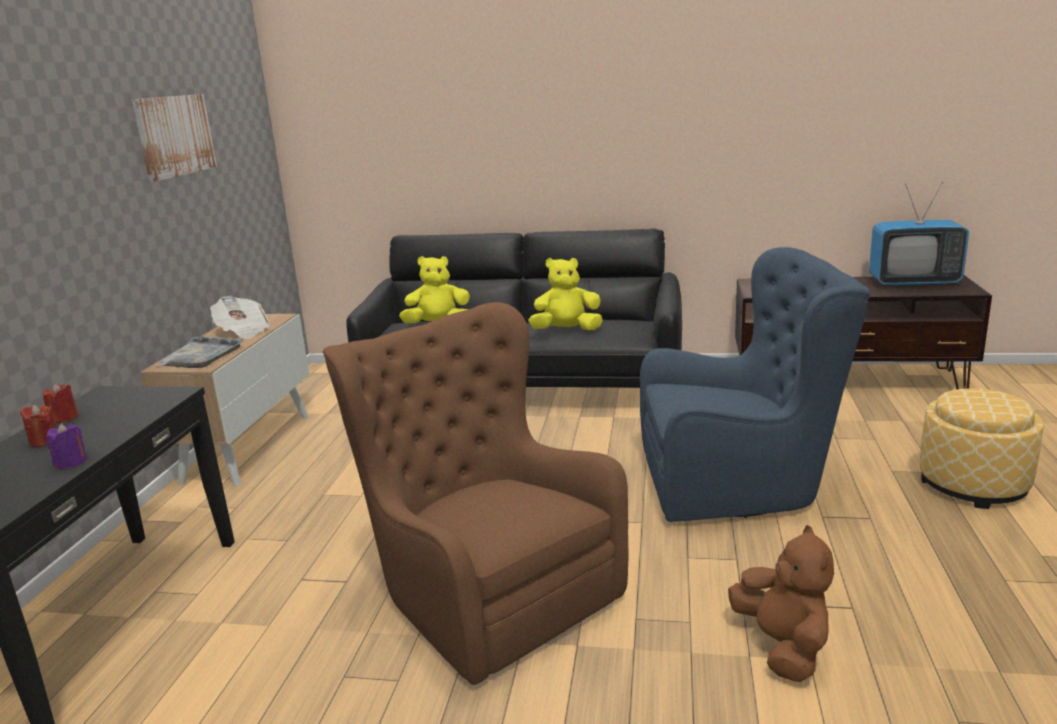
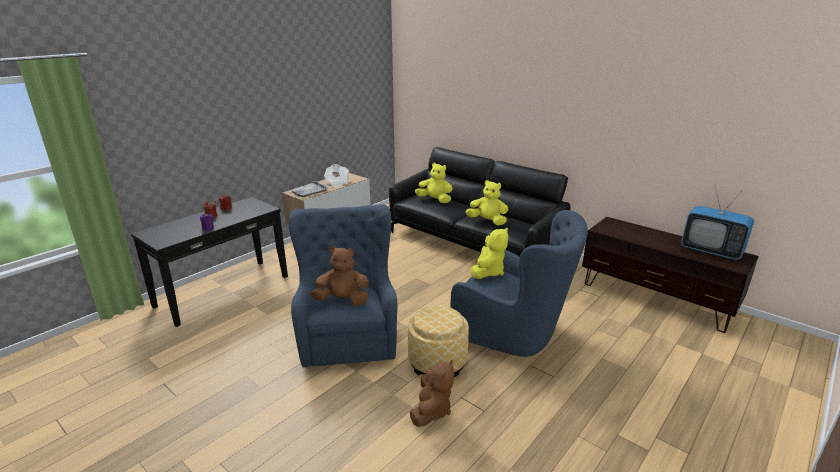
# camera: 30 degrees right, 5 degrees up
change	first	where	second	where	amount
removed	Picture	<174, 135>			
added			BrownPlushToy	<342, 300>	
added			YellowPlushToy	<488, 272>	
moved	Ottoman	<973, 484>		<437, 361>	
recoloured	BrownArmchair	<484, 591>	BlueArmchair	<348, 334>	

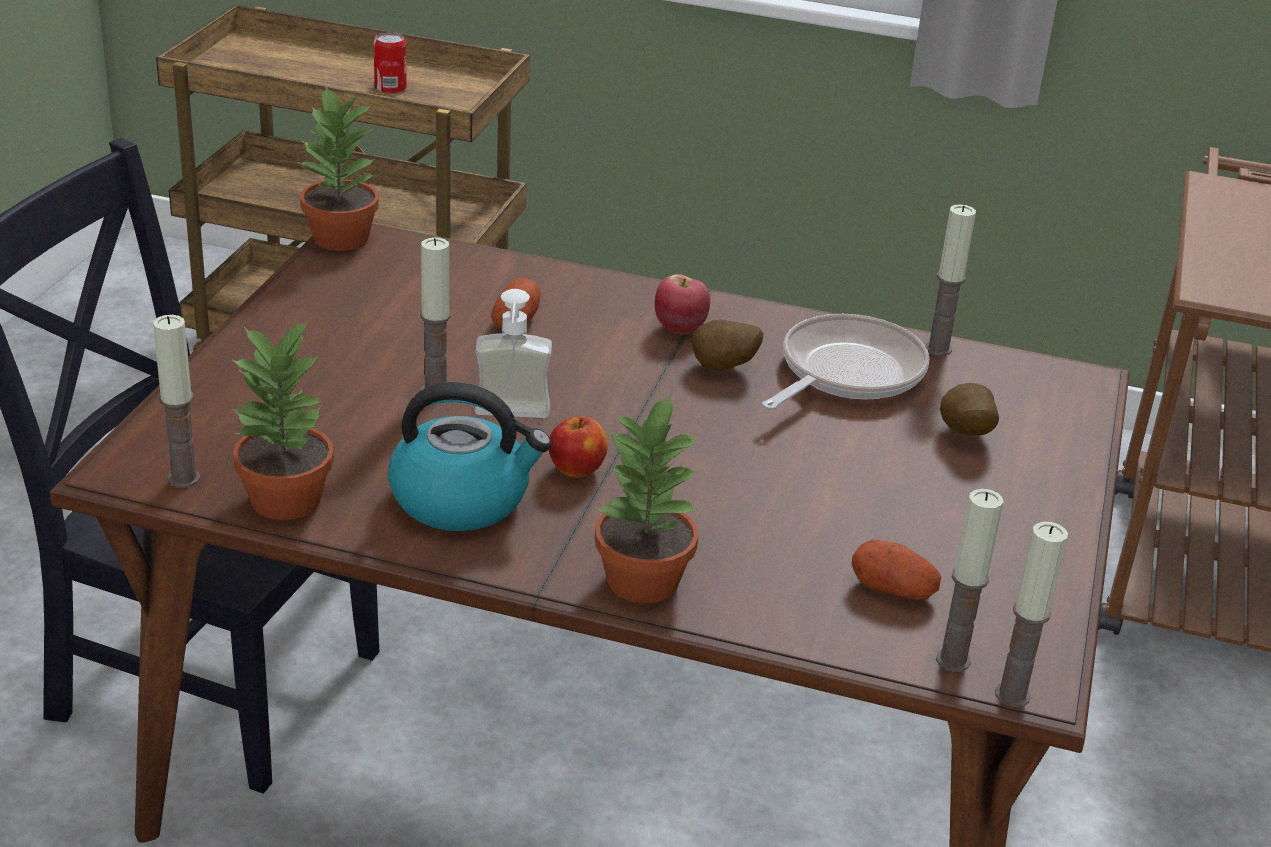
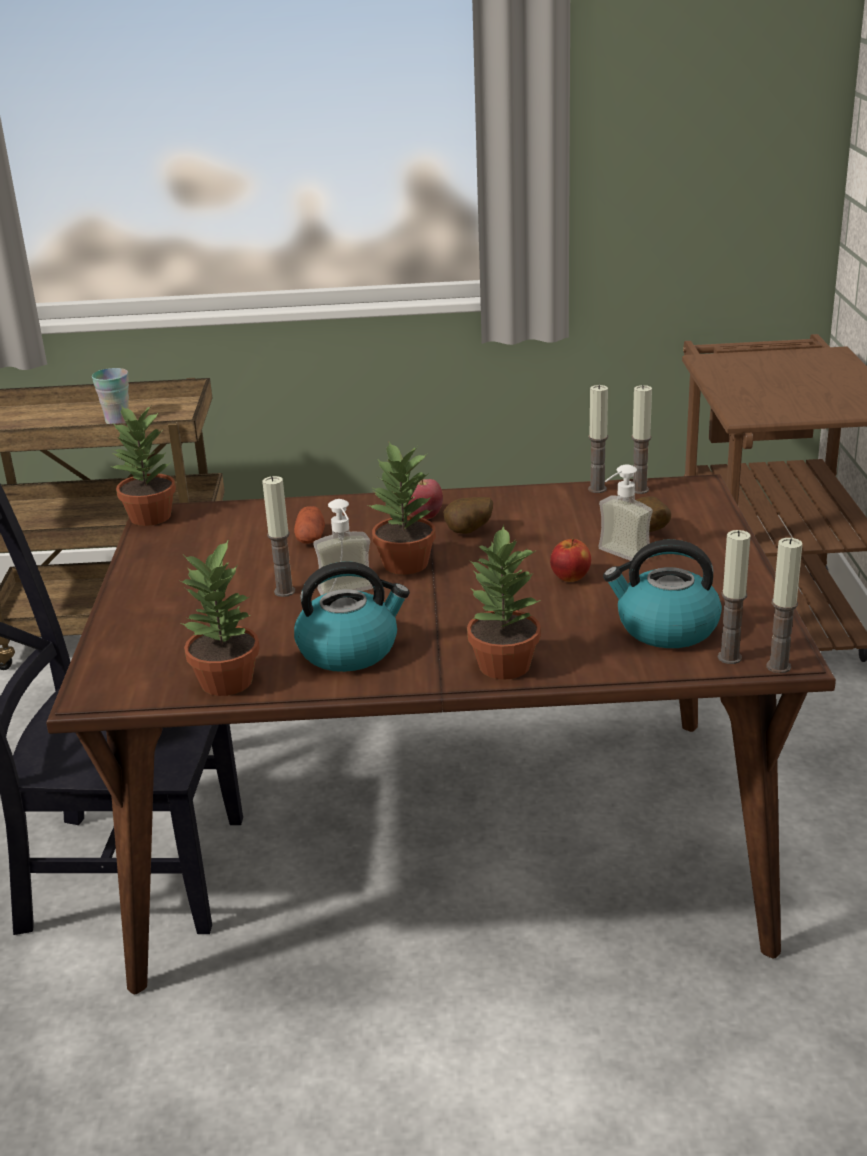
# camera: 15 degrees left, 5 degrees down
change	first	where	second	where	amount
removed	FryingPan	<846, 373>			
added			PottedPlant	<405, 565>	
added			SoapDispenser	<617, 557>	
moved	Candle	<184, 478>		<639, 490>	
moved	Apple	<576, 470>		<570, 577>	
replaced	Can	<390, 88>	Cup	<117, 421>	
replaced	Potato	<893, 589>	Kettle	<665, 628>	

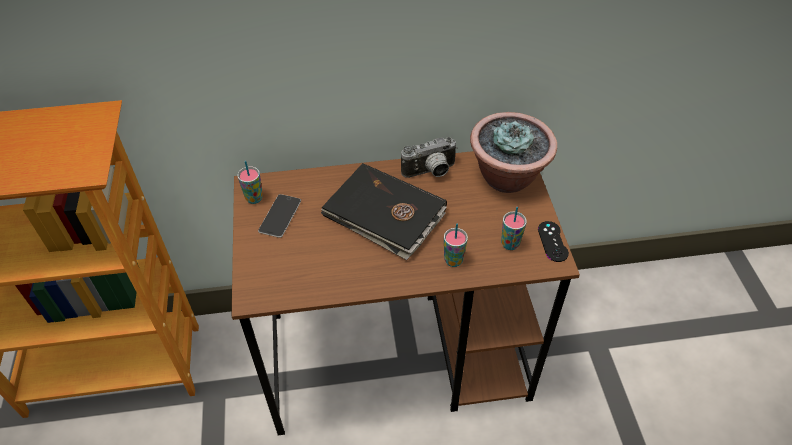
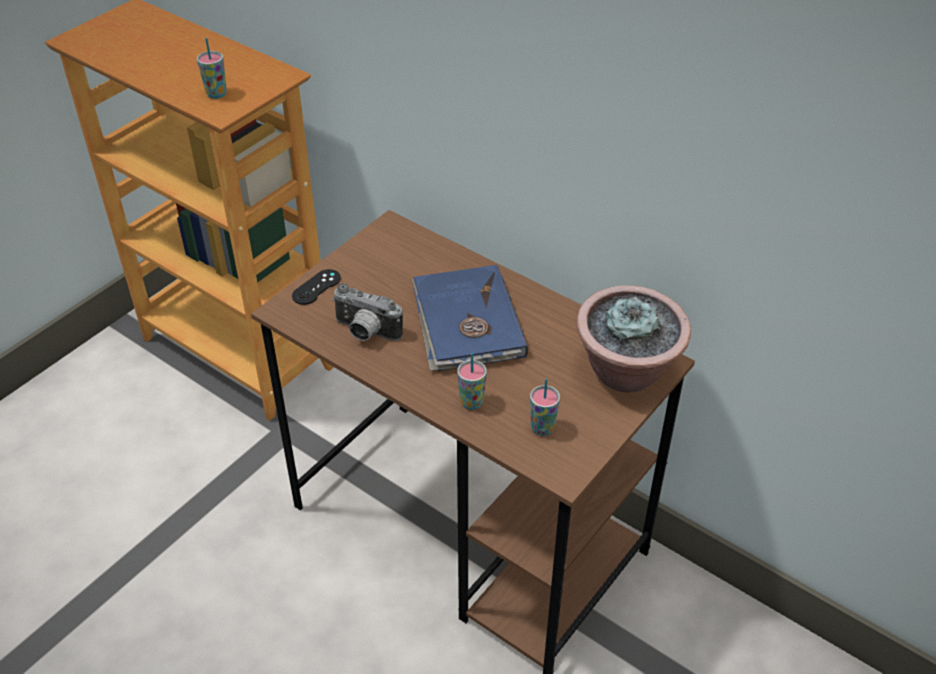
# camera: 45 degrees right, 5 degrees down
change	first	where	second	where	amount
removed	Phone	<280, 216>			
moved	Cup	<254, 198>		<216, 94>	
moved	PhotoCamera	<430, 172>		<365, 333>	
moved	BlackGameController	<552, 241>		<316, 287>	
recoloured	BlackBook	<384, 214>	BlueBook	<466, 323>	

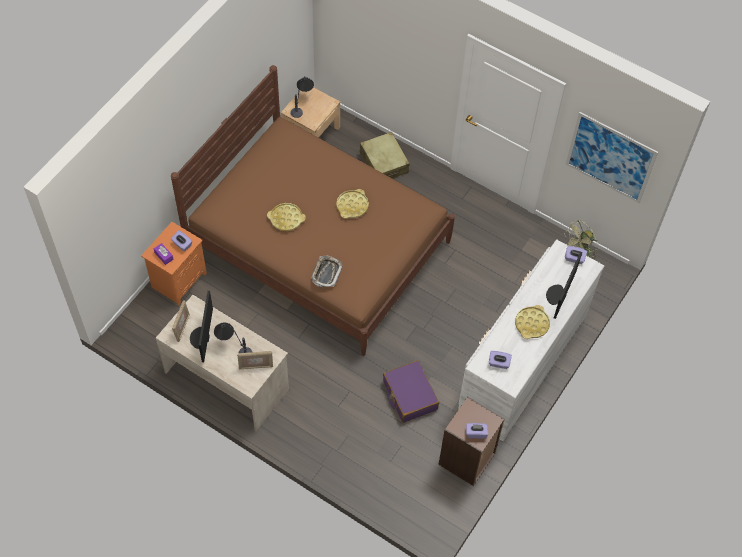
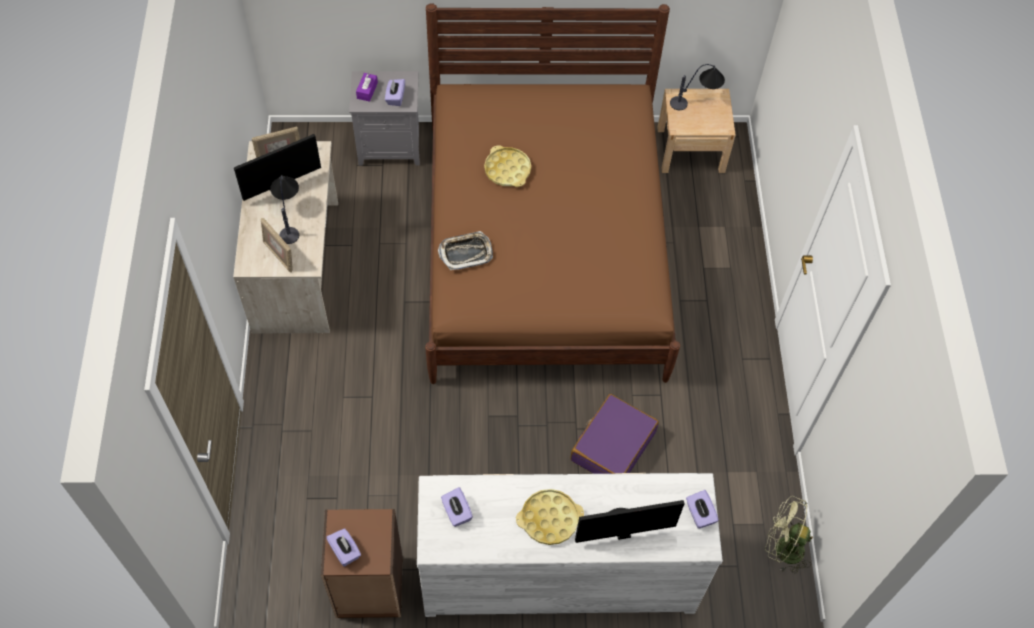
# camera: 55 degrees right, 0 degrees up
change	first	where	second	where	amount
removed	YellowTray	<352, 206>			
removed	BeigeSuitcase	<384, 162>			
removed	Picture	<610, 157>			
moved	PurpleSuitcase	<409, 395>		<612, 446>	
recoloured	OrangeNightstand	<178, 279>	GreyNightstand	<391, 146>	

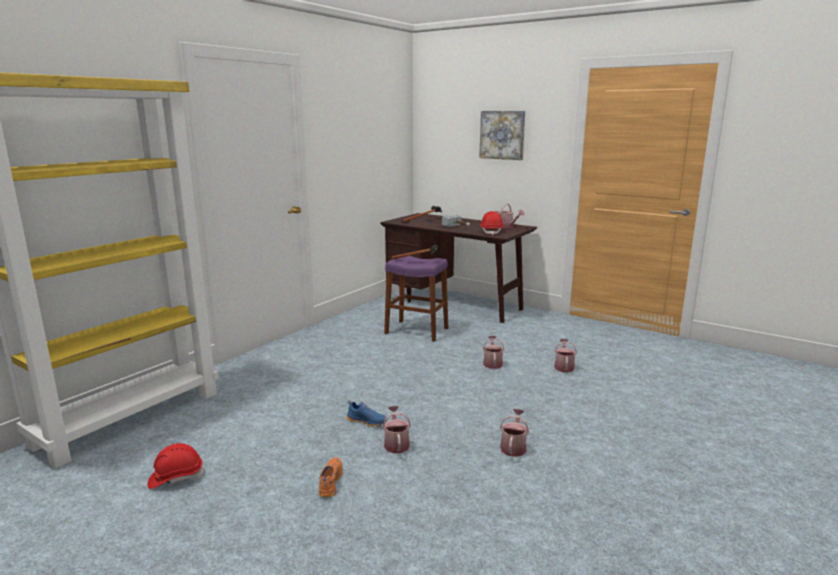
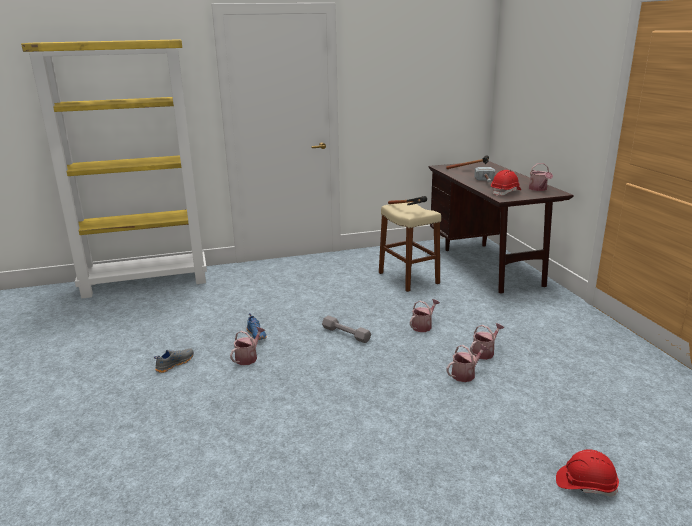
# camera: 40 degrees right, 5 degrees up
change	first	where	second	where	amount
removed	Picture	<502, 135>			
added			GreyDumbbell	<346, 334>	
moved	RedHardHat	<176, 477>		<585, 484>	
moved	WateringCan	<513, 447>		<465, 374>	
recoloured	OrangeShoe	<329, 482>	GreyShoe	<174, 364>	
recoloured	PurpleStool	<416, 331>	BeigeStool	<408, 278>	

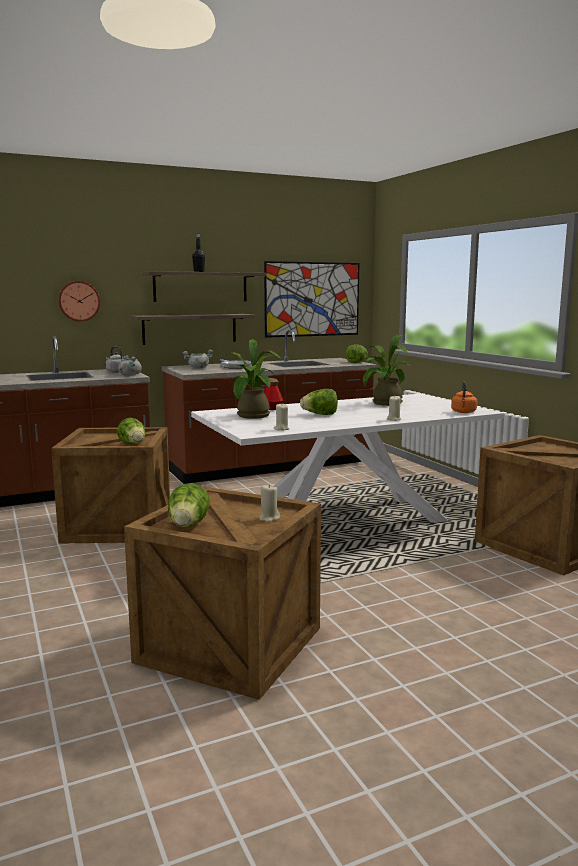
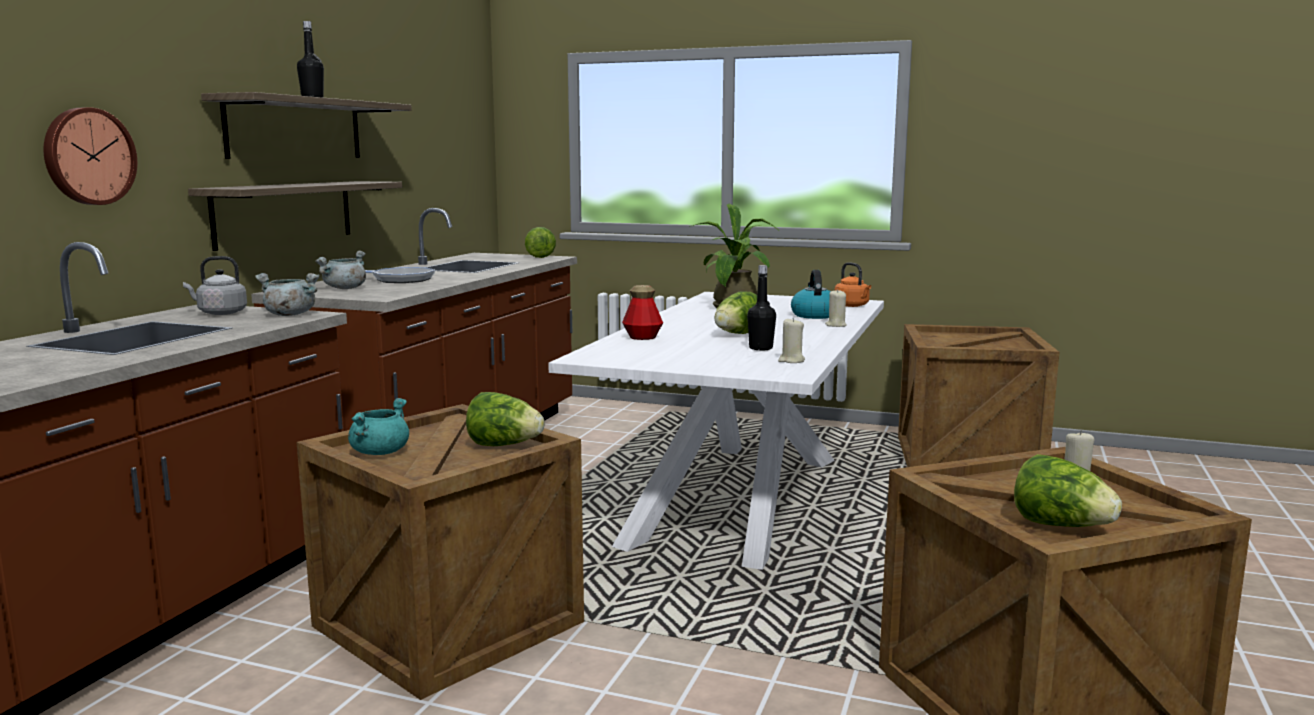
# camera: 45 degrees left, 0 degrees up
change	first	where	second	where	amount
removed	PottedPlant	<252, 416>			
removed	Picture	<312, 299>			
added			TurquoiseCookingPot	<380, 452>	
added			BlackBottle	<760, 348>	
added			Kettle	<814, 315>	

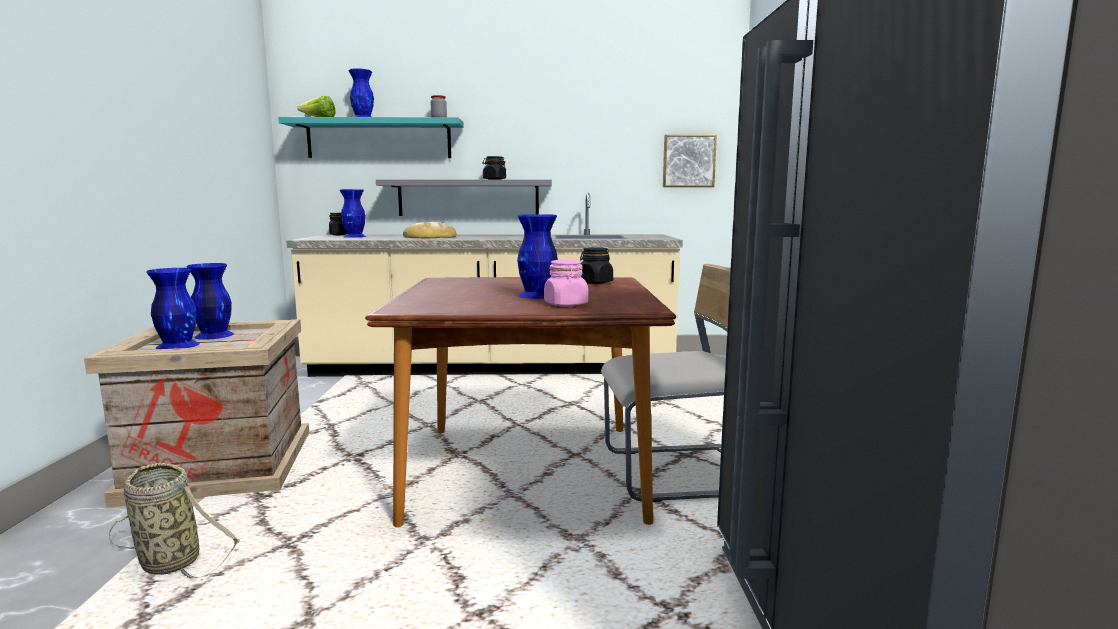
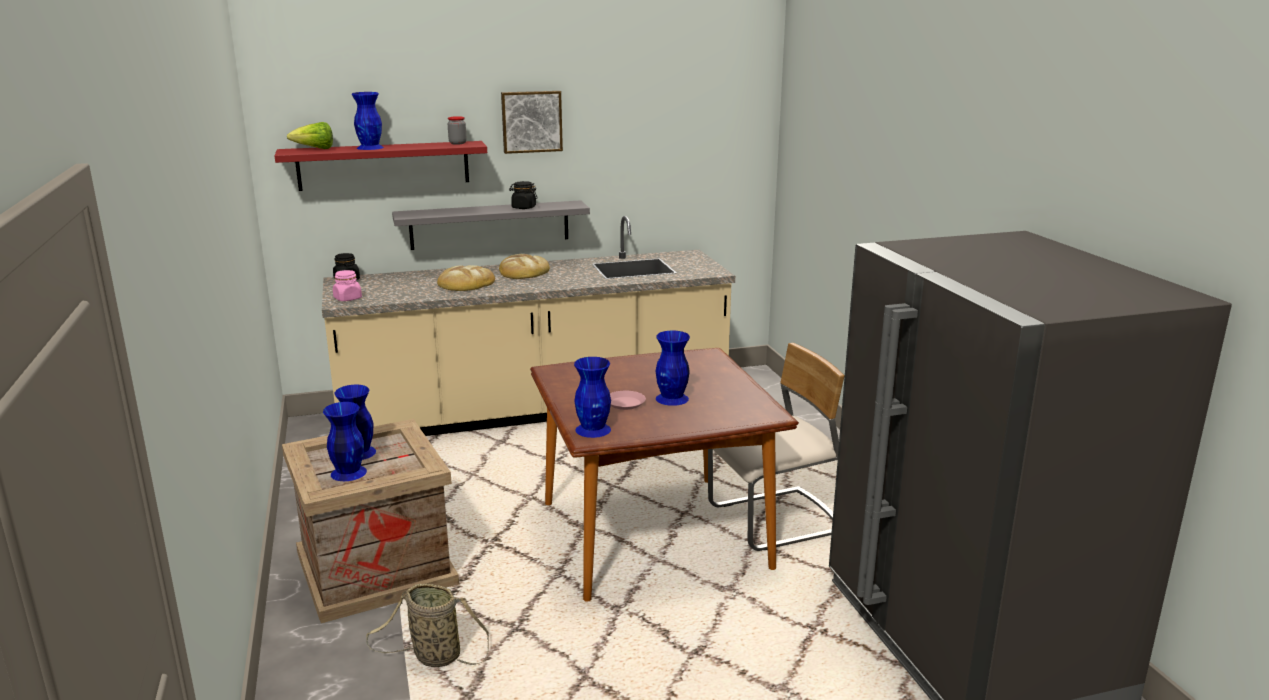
# camera: 15 degrees left, 10 degrees up
change	first	where	second	where	amount
removed	BlackJar	<594, 282>			
added			Bread	<523, 271>	
added			PinkPlate	<625, 403>	
moved	BlueVase	<354, 236>		<593, 430>	
moved	PinkJar	<566, 304>		<348, 298>	
moved	Picture	<688, 161>		<531, 121>	
recoloured	TurquoiseShelf	<379, 139>	RedShelf	<384, 165>	

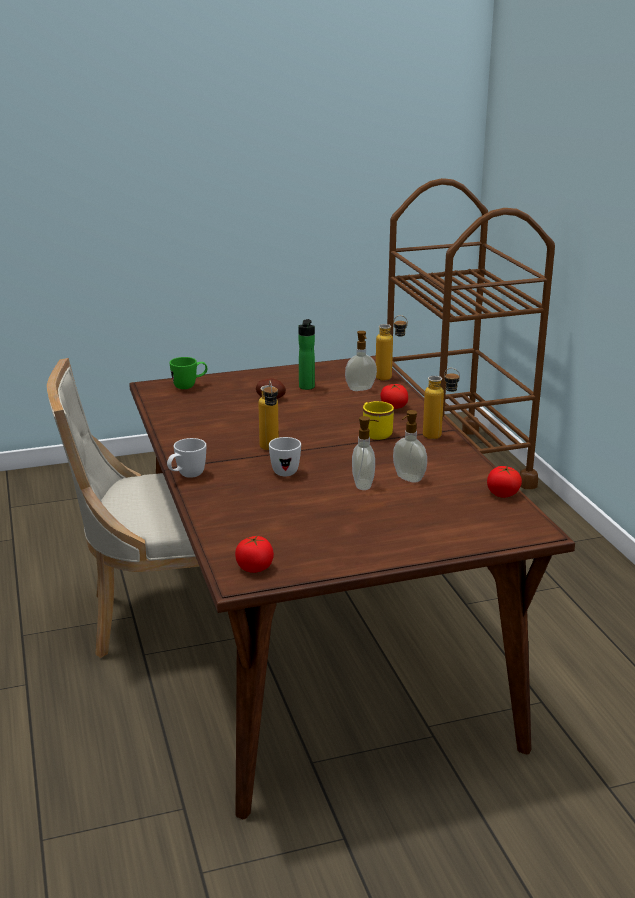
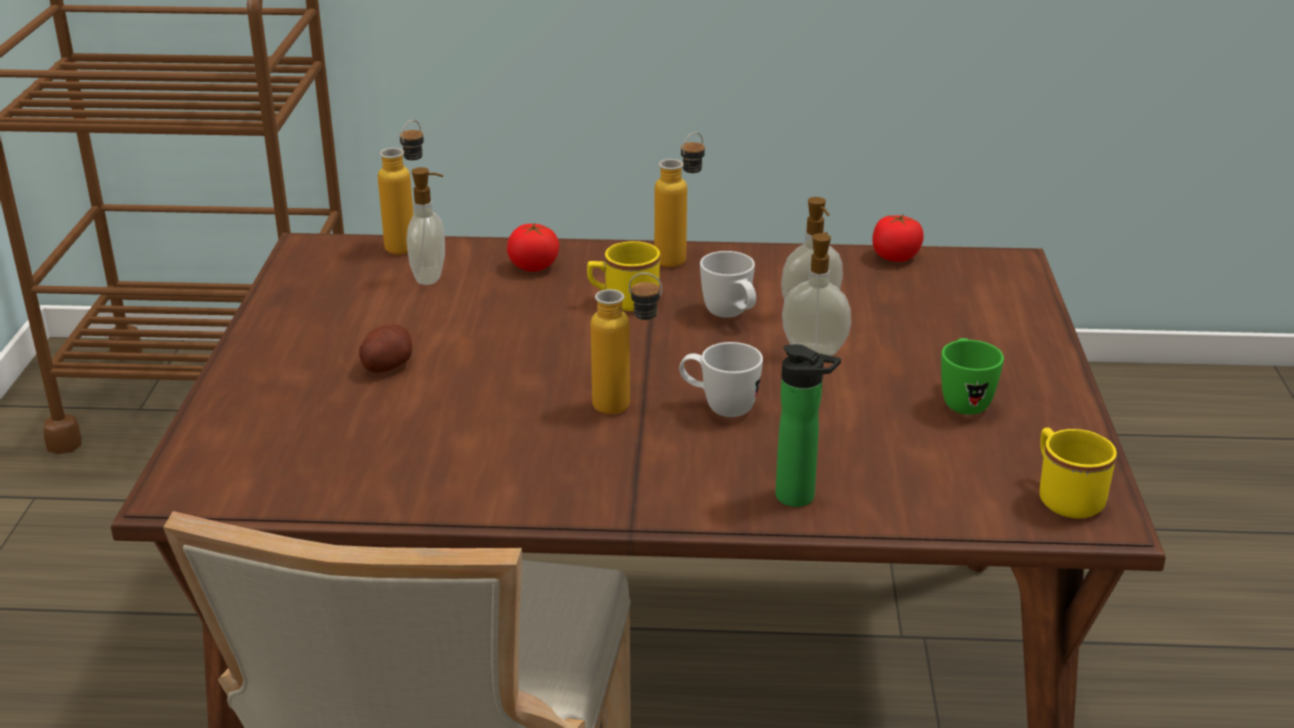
# camera: 70 degrees left, 5 degrees up
change	first	where	second	where	amount
moved	WhiteMug	<186, 476>		<731, 316>	
moved	GreenMug	<189, 386>		<963, 400>	
moved	Bottle	<306, 388>		<800, 498>	
replaced	Tomato	<255, 567>	YellowMug	<1064, 496>	

